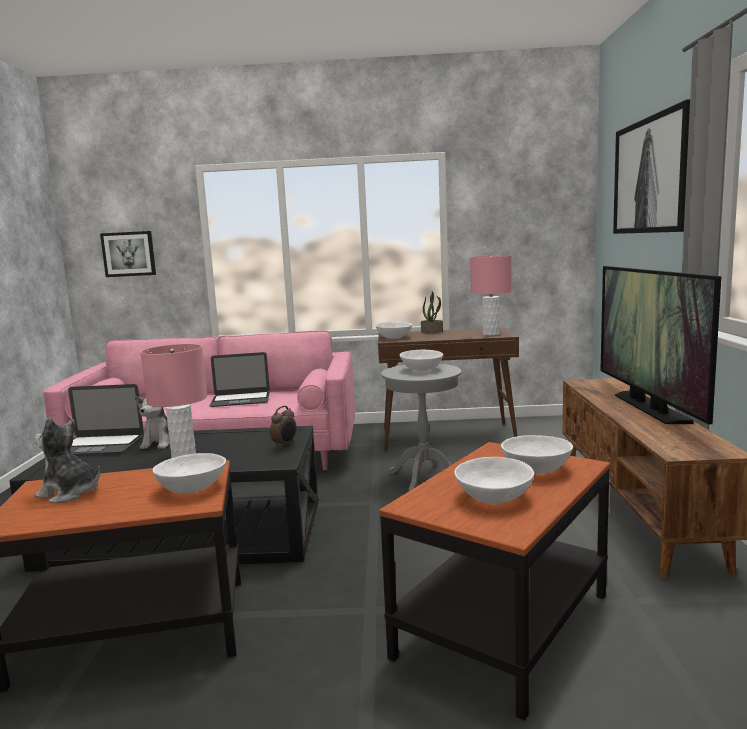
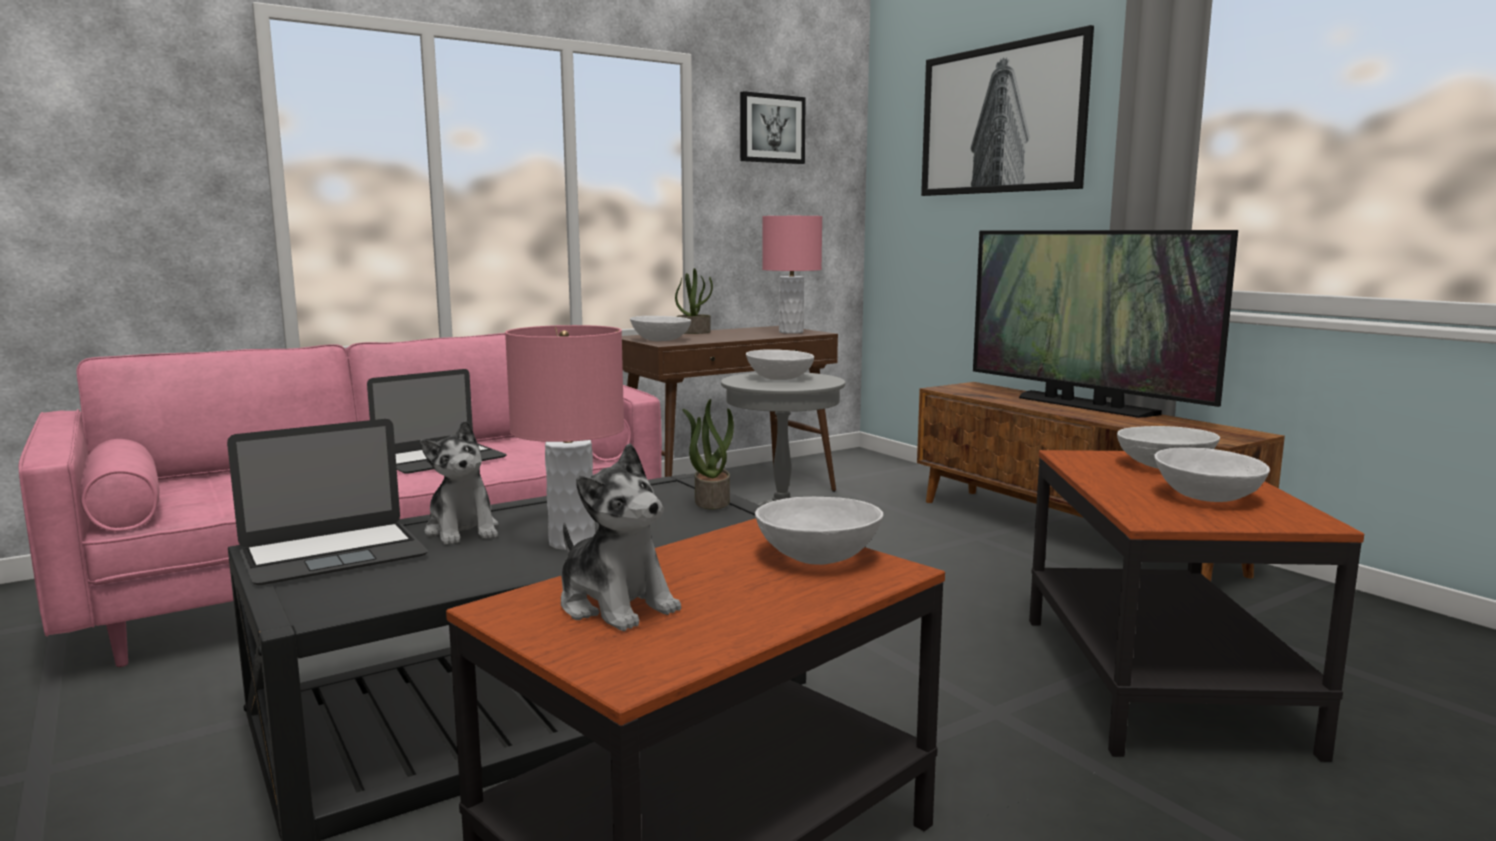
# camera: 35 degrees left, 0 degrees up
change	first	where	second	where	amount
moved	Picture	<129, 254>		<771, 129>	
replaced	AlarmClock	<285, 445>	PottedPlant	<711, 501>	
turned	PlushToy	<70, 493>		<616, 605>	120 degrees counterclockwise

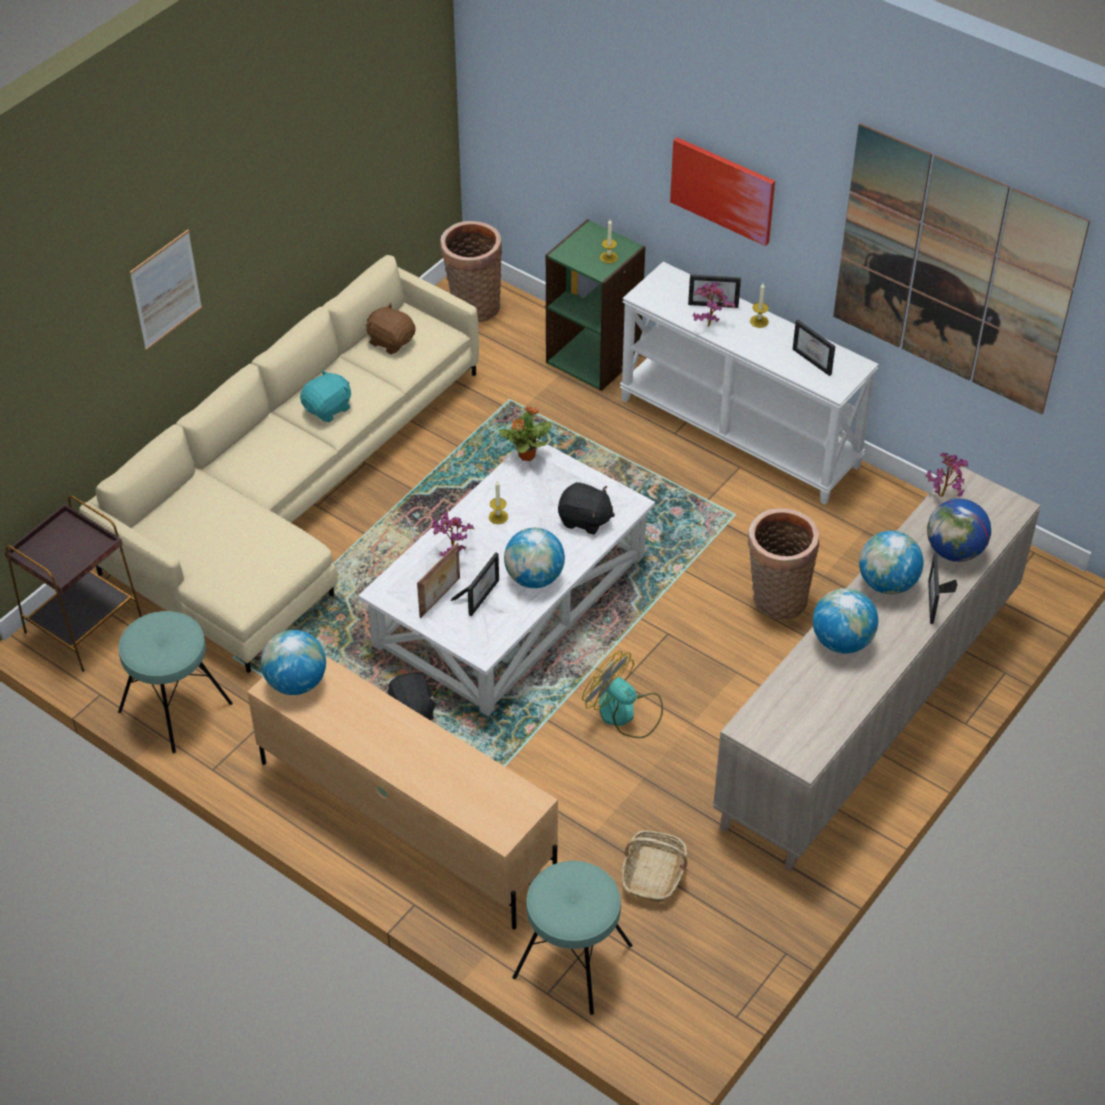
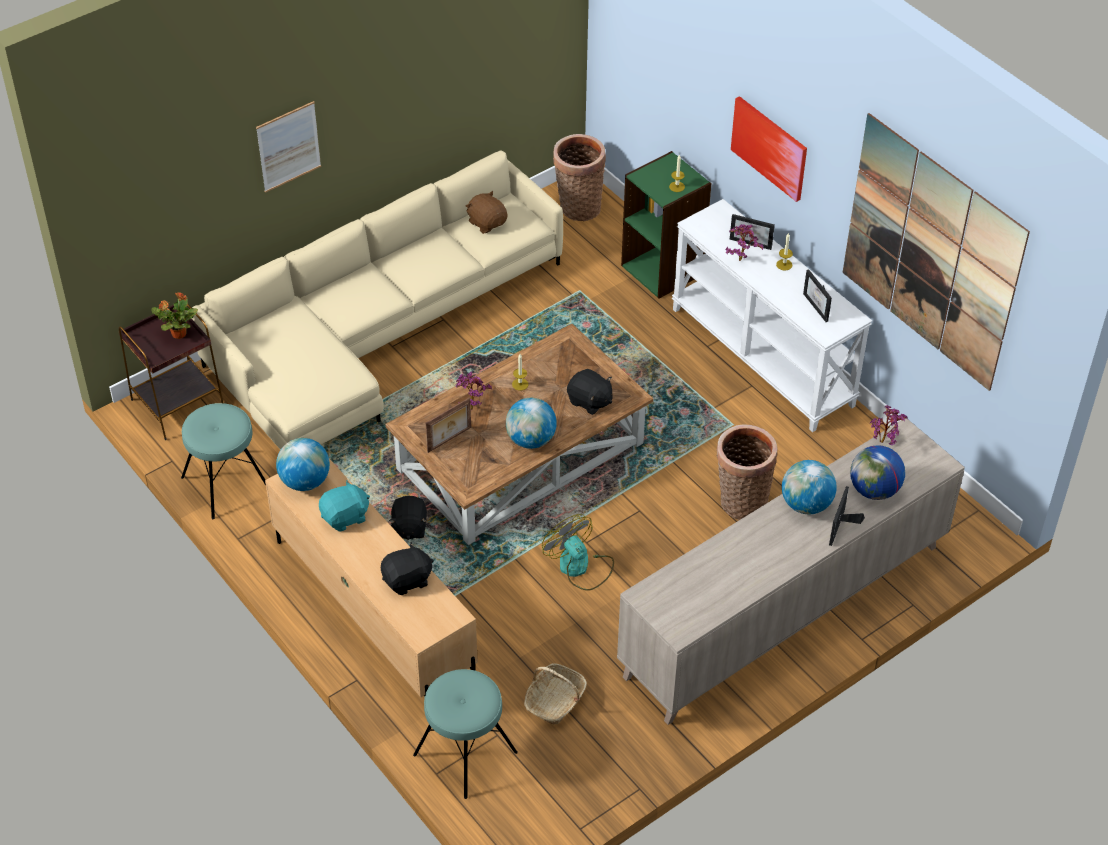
# camera: 15 degrees right, 0 degrees up
change	first	where	second	where	amount
removed	PictureFrame	<479, 595>			
removed	Globe	<841, 641>			
added			BlackPlushToy	<407, 580>	
moved	TurquoisePlushToy	<328, 409>		<345, 517>	
moved	PottedPlant	<526, 455>		<178, 334>	
recoloured	WhiteCoffeeTable	<510, 599>	BrownCoffeeTable	<520, 454>	

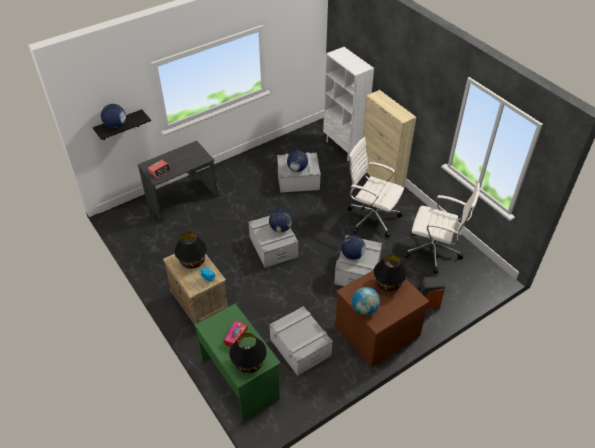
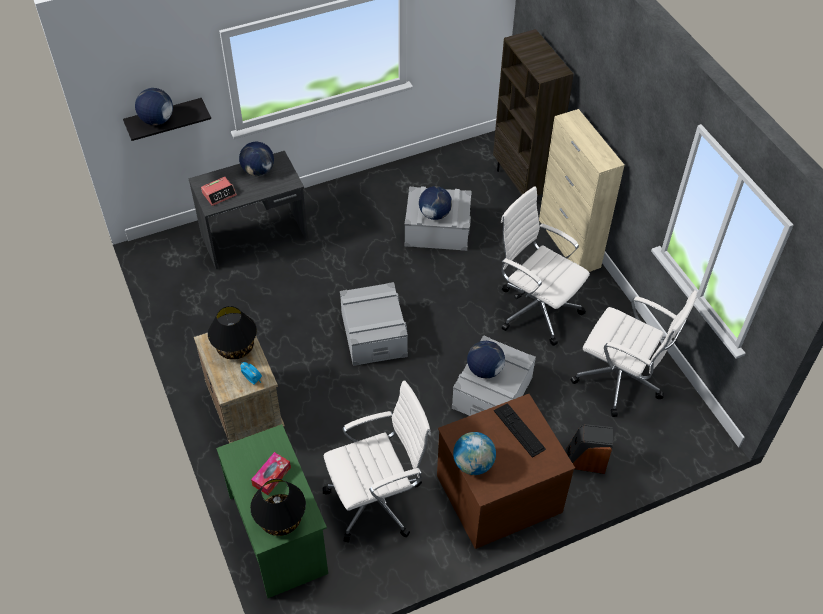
# camera: 10 degrees right, 5 degrees up
change	first	where	second	where	amount
moved	Globe	<280, 228>		<258, 171>	
replaced	GreyStorageBox	<300, 347>	WhiteOfficeChair	<377, 500>	
replaced	BlackTableLamp	<388, 284>	Keyboard	<519, 430>	
recoloured	WhiteBookcase	<344, 147>	BrownBookcase	<522, 185>	

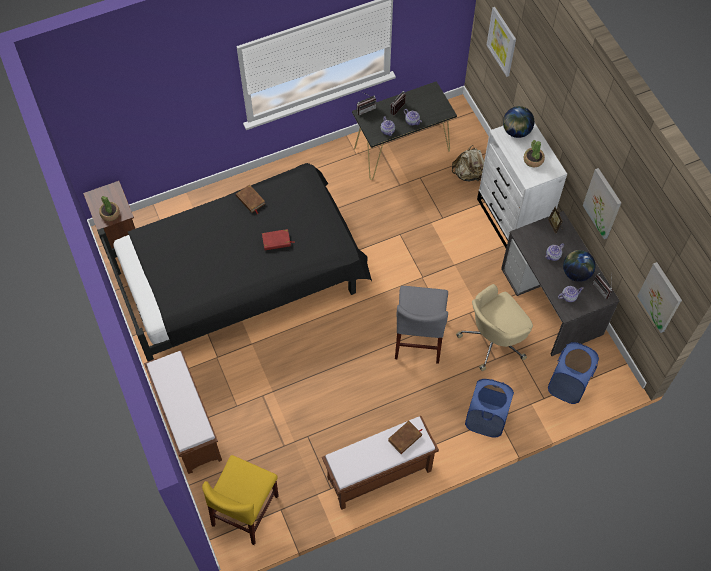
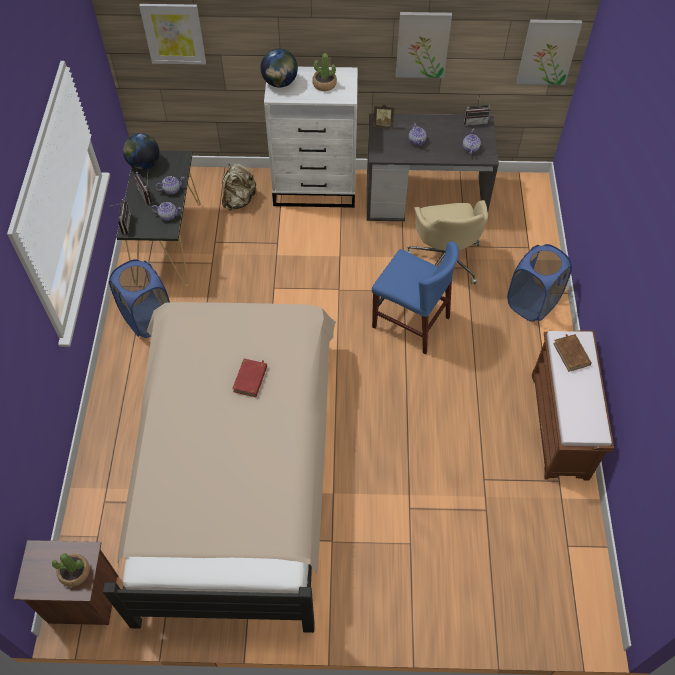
# camera: 65 degrees left, 5 degrees down
change	first	where	second	where	amount
removed	BrownBench	<188, 424>			
removed	YellowChair	<245, 510>			
removed	BrownBook	<250, 200>			
moved	BlueLaundryBasket	<568, 385>		<148, 318>	
moved	Globe	<576, 273>		<144, 164>	
recoloured	BlackBed	<242, 278>	BeigeBed	<237, 469>	
recoloured	GreyChair	<418, 338>	BlueChair	<410, 322>	

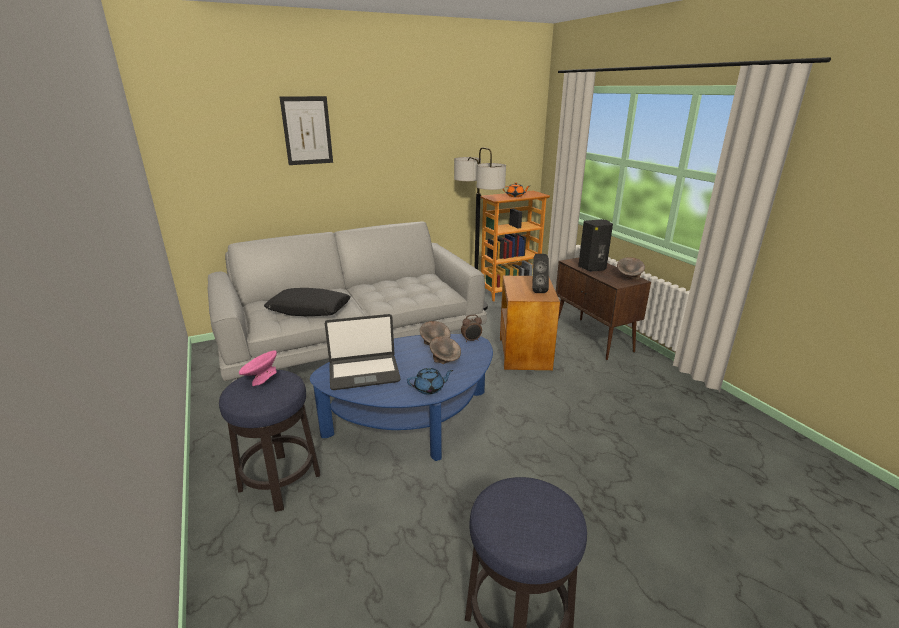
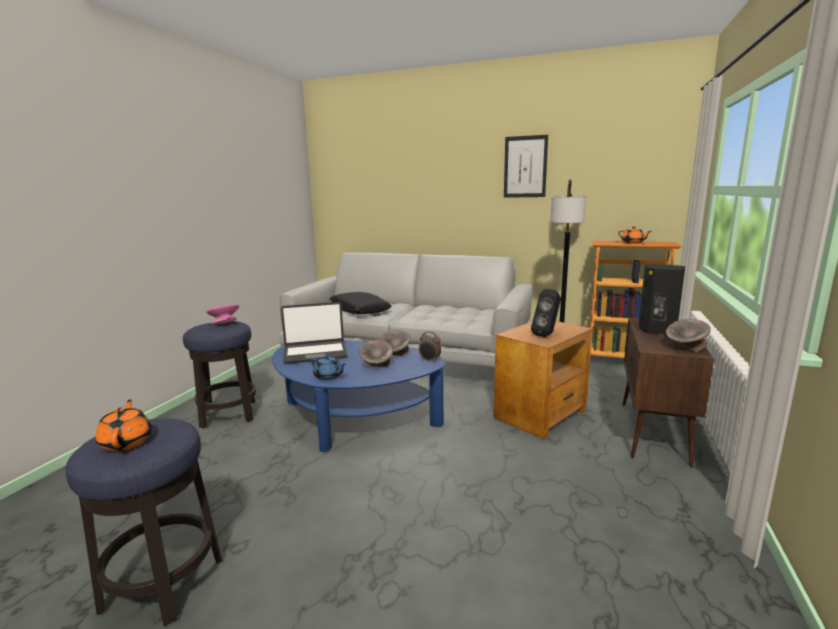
# camera: 45 degrees right, 10 degrees down
change	first	where	second	where	amount
added			OrangeTeapot	<127, 442>	
moved	Picture	<307, 131>		<525, 167>	
turned	Laptop	<364, 372>		<315, 353>	45 degrees counterclockwise

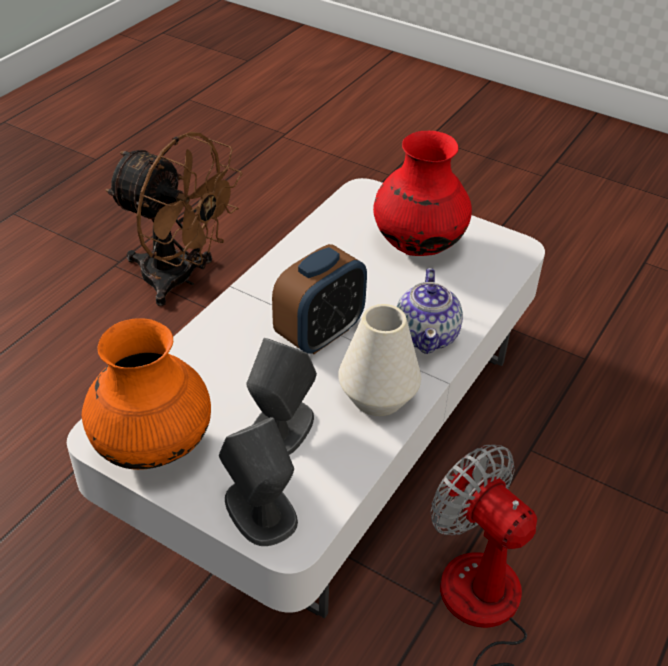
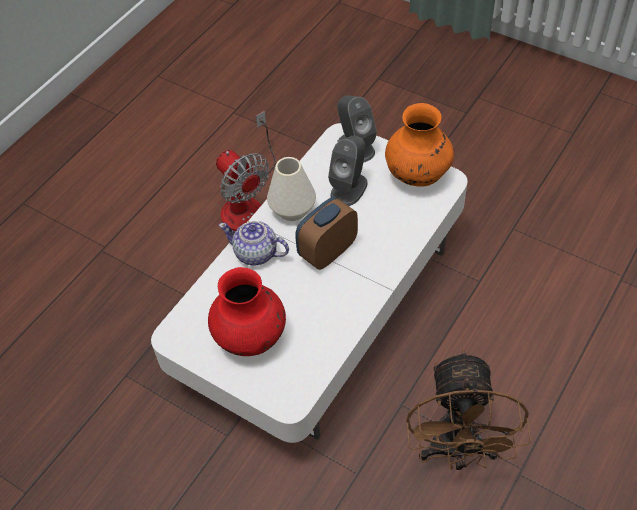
# camera: 175 degrees left, 10 degrees up
change	first	where	second	where	amount
turned	BrownFan	<180, 279>		<457, 451>	120 degrees counterclockwise
turned	Teapot	<427, 335>		<256, 254>	75 degrees counterclockwise

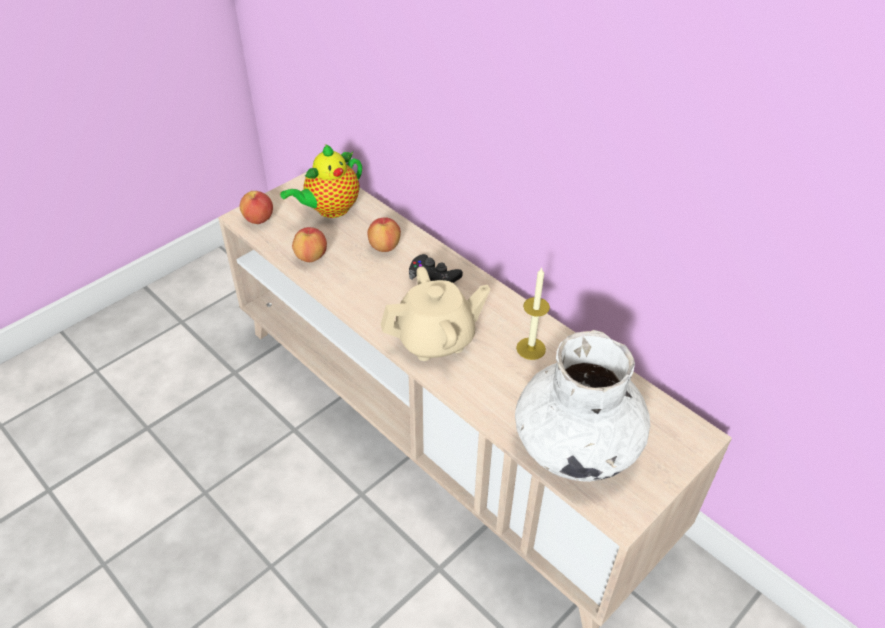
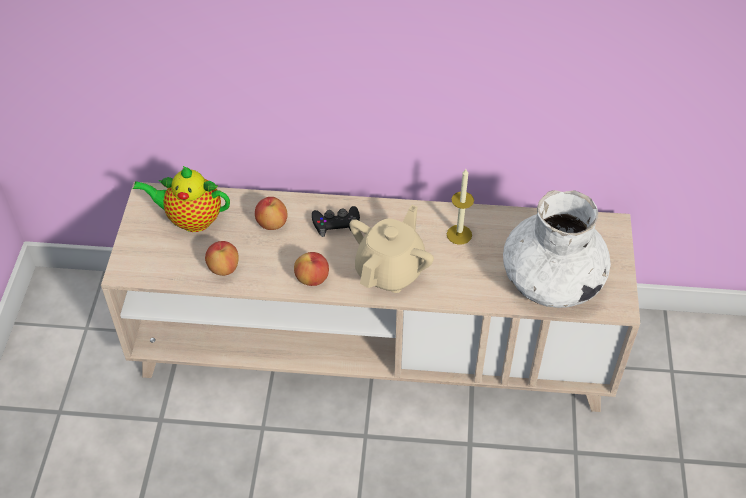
# camera: 40 degrees left, 5 degrees up
change	first	where	second	where	amount
moved	Apple	<258, 219>		<312, 279>	
turned	Teapot	<330, 209>		<191, 219>	90 degrees clockwise

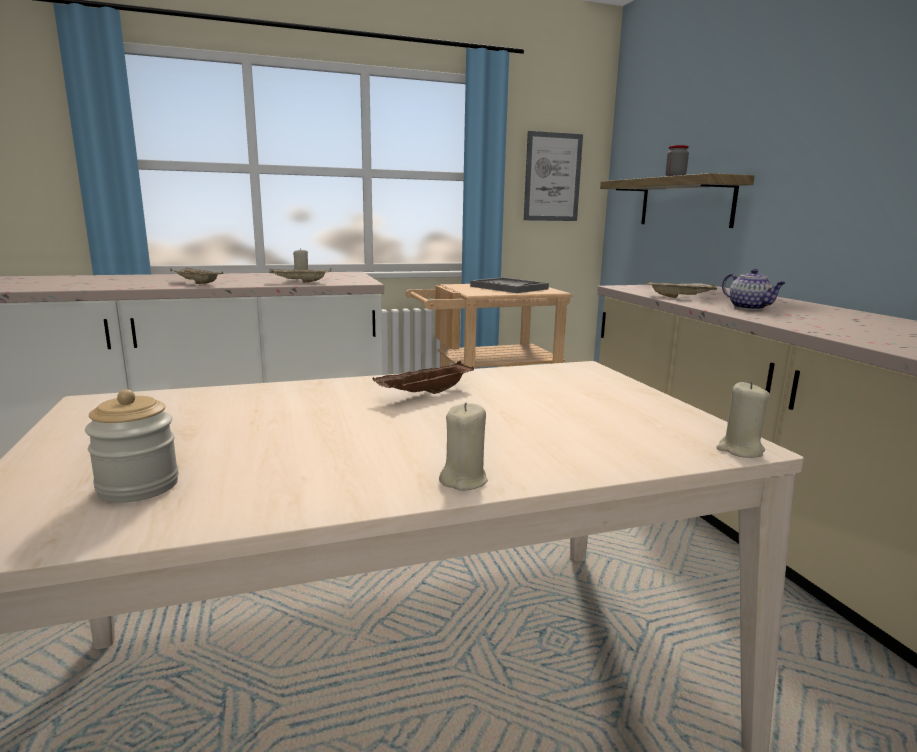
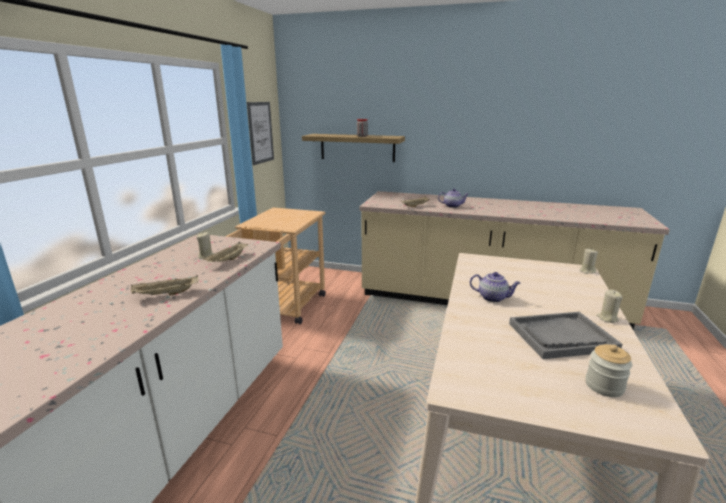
# camera: 55 degrees left, 5 degrees up
change	first	where	second	where	amount
moved	GreyTray	<508, 287>		<561, 337>	
replaced	BrownTray	<425, 394>	Teapot	<493, 298>	

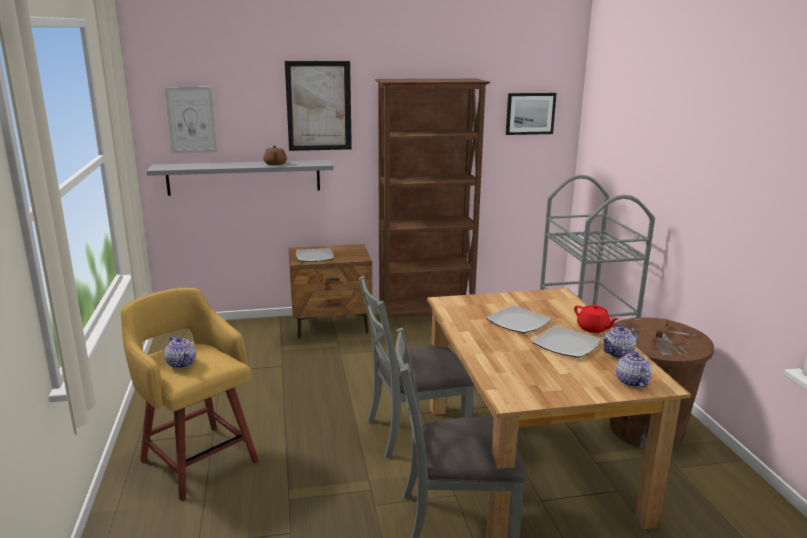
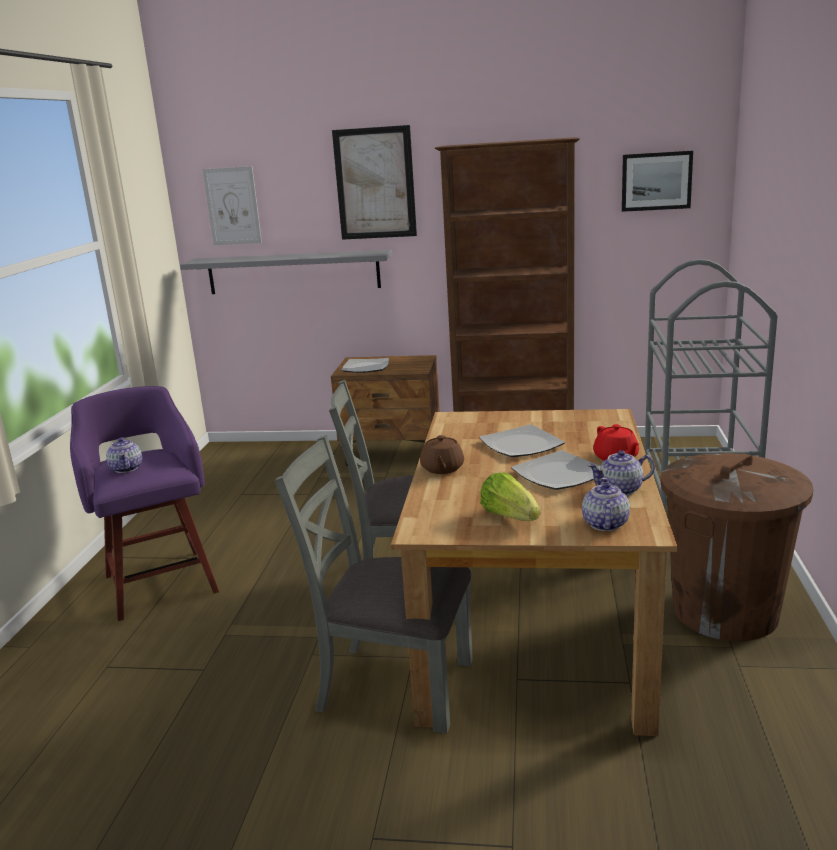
# camera: 20 degrees right, 0 degrees up
change	first	where	second	where	amount
added			Lettuce	<510, 517>	
moved	BrownTeapot	<275, 164>		<442, 469>	
recoloured	YellowStool	<198, 459>	PurpleStool	<160, 581>	

